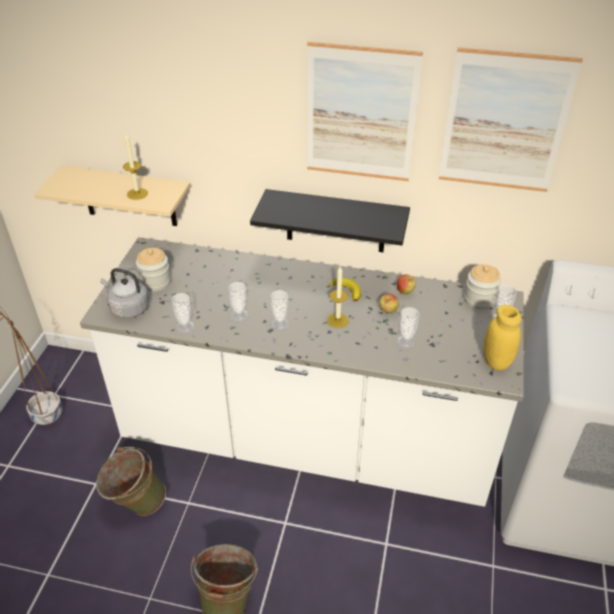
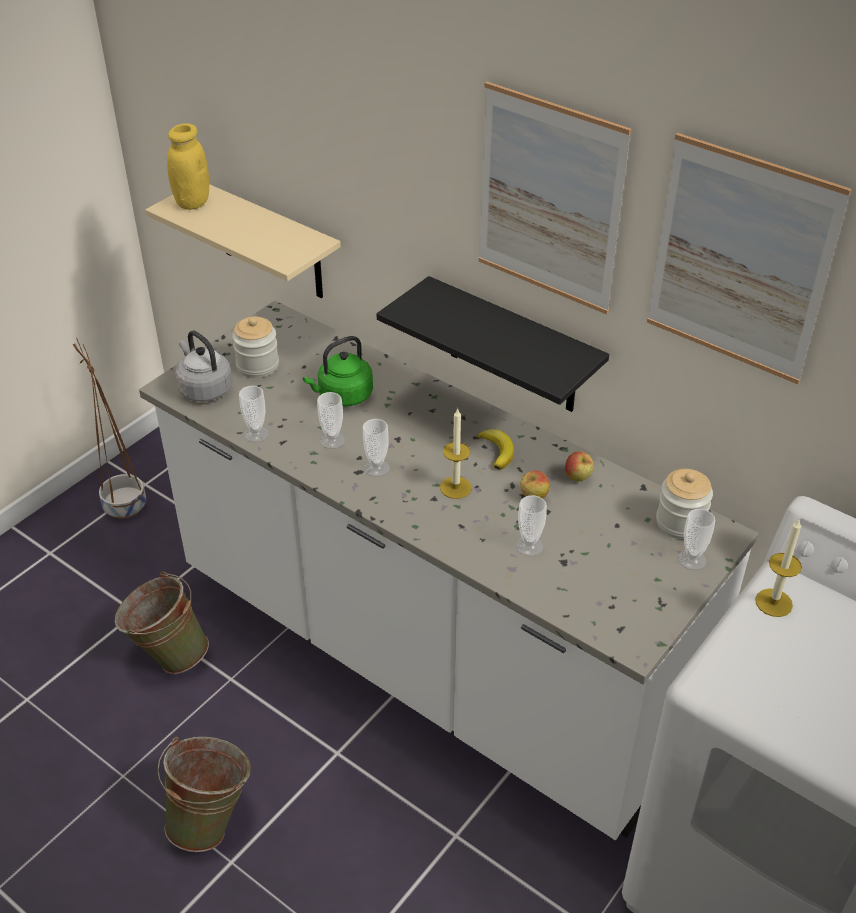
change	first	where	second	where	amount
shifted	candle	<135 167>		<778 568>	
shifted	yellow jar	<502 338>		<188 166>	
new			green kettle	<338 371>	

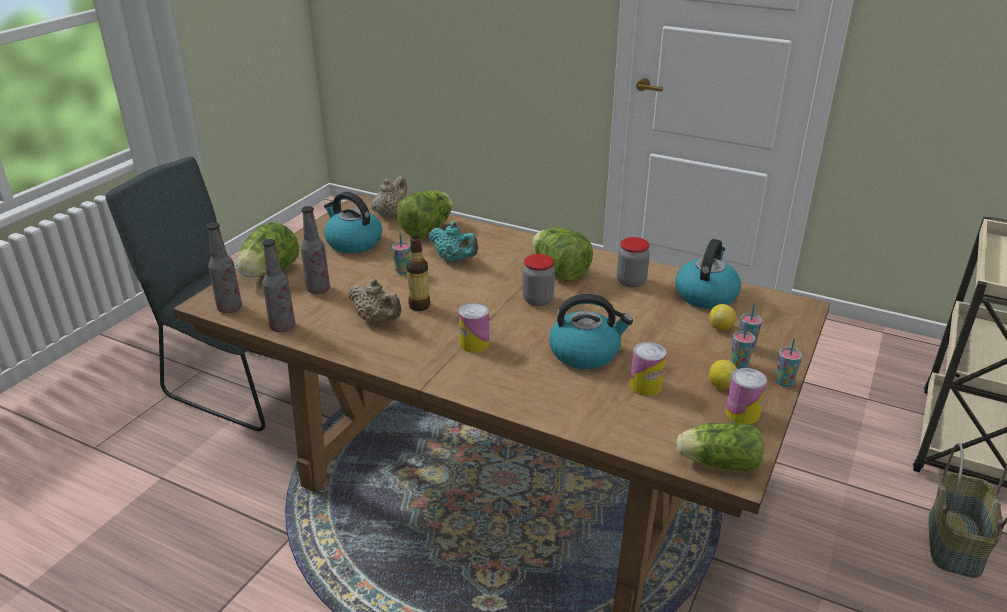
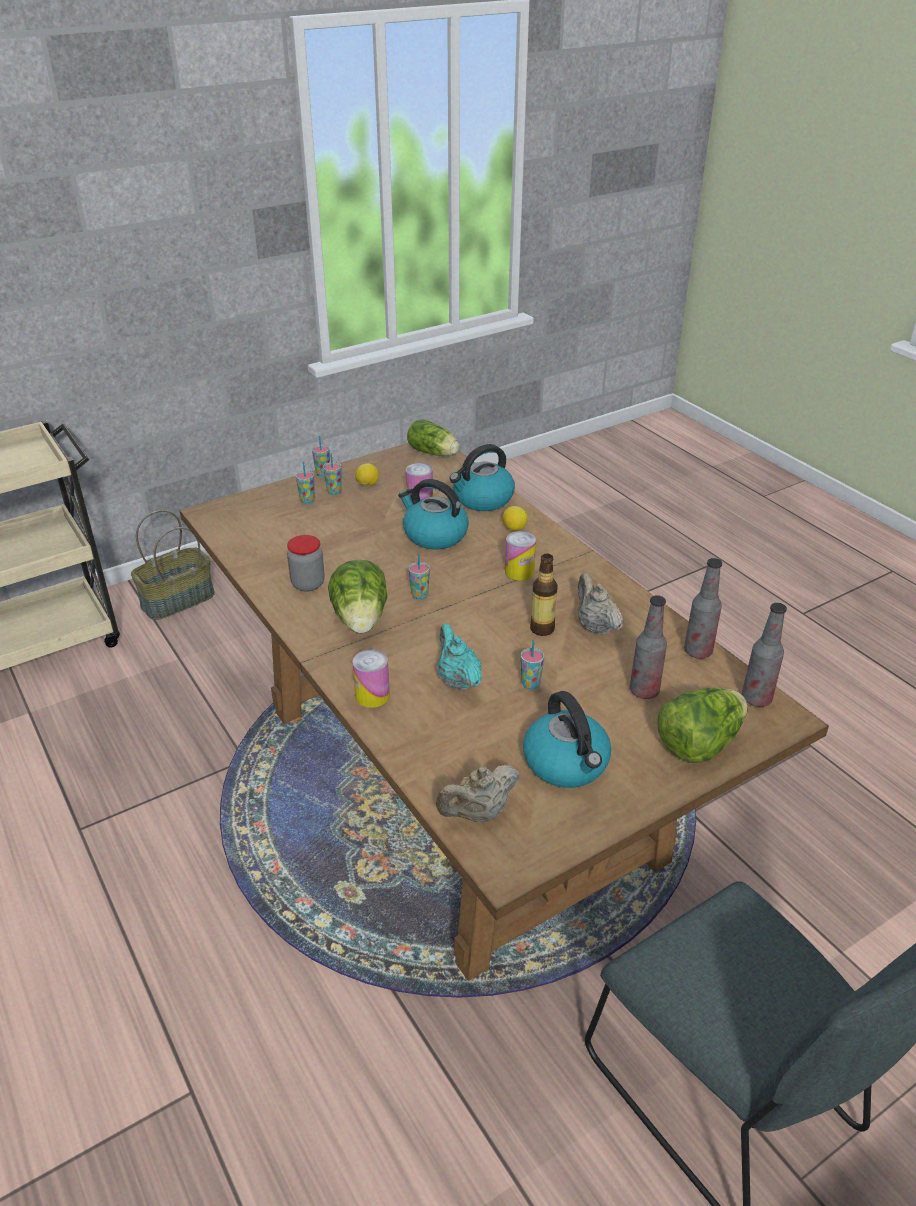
change	first	where	second	where	amount
gone	lettuce	<425 214>			
swapped	jar	<538 280>	cup	<419 576>	
shifted	kettle	<708 274>		<482 477>	
shifted	lemon	<722 317>		<515 518>	
shifted	can	<746 396>		<371 678>	

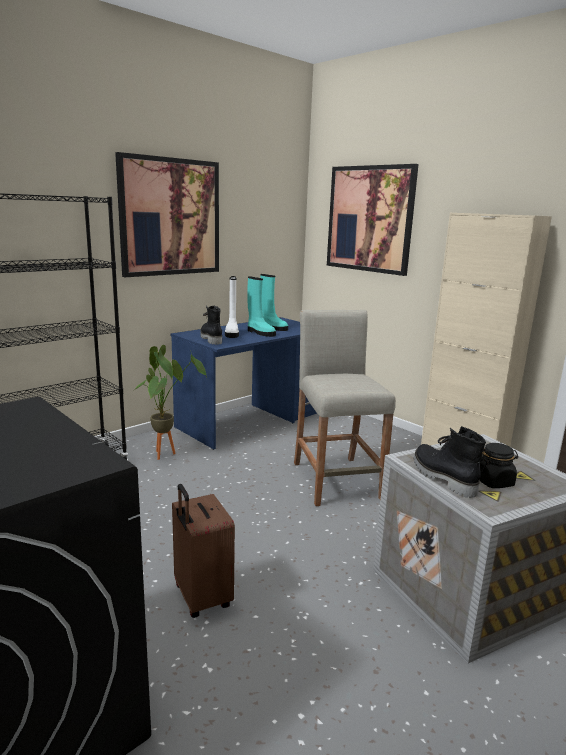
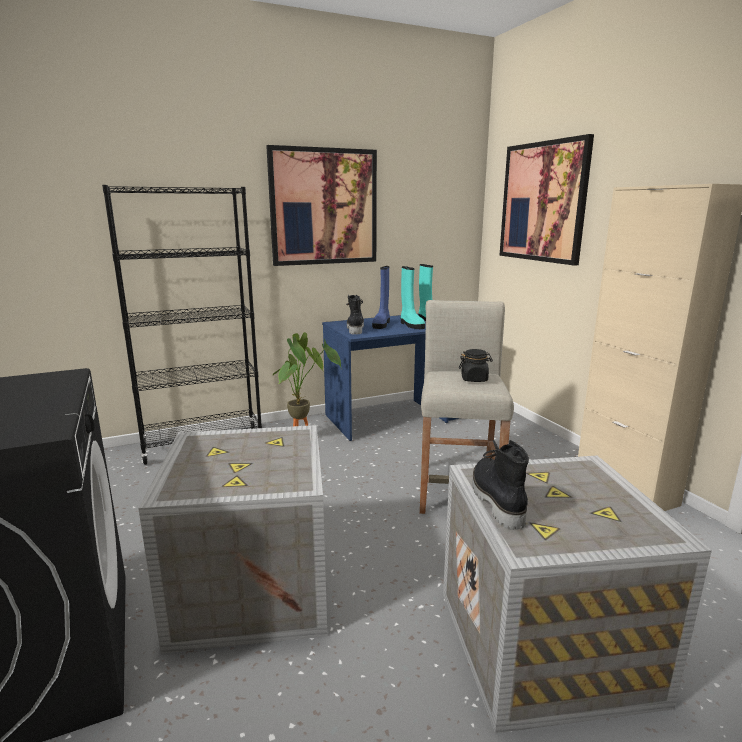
change	first	where	second	where	amount
swapped	brown suitcase	<203 551>	crate	<232 539>	
repainted	white boot	<232 307>	blue boot	<381 297>	
shifted	black jar	<498 465>		<476 365>	

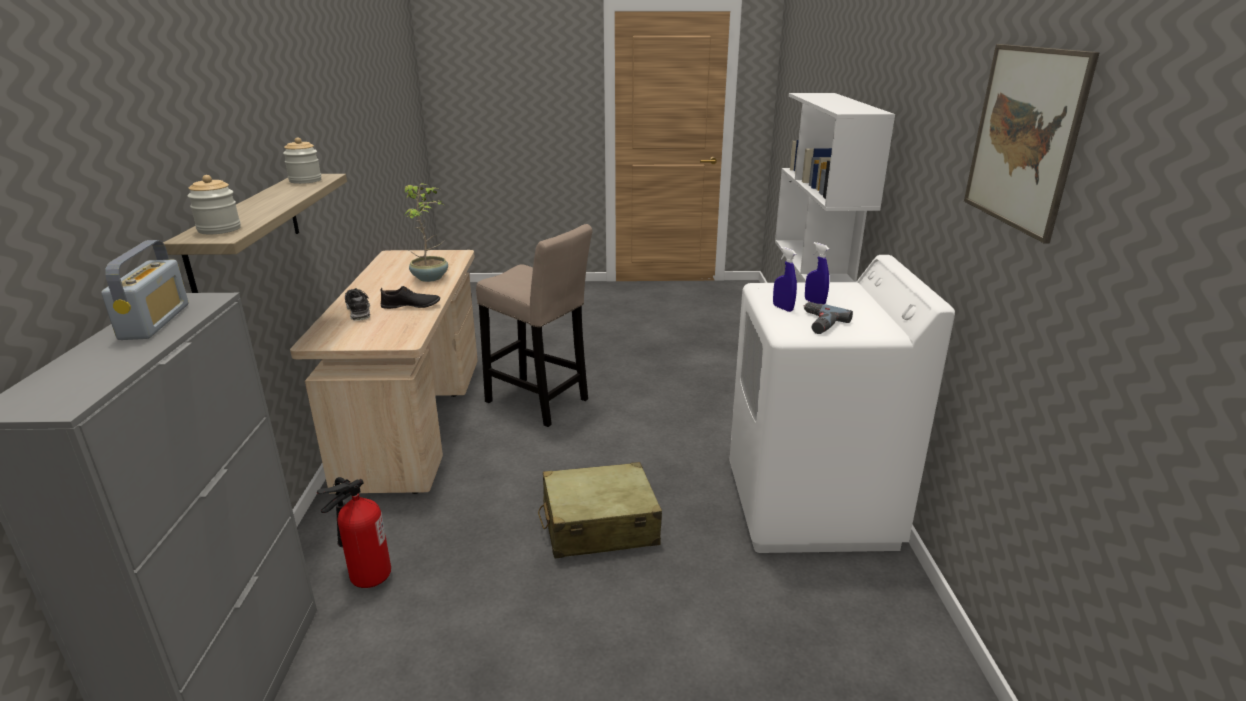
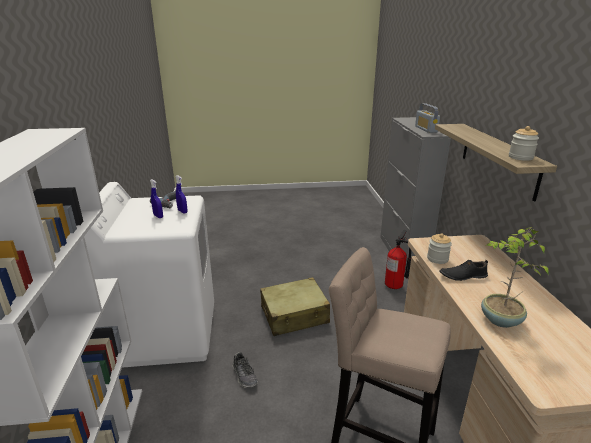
change	first	where	second	where	amount
shifted	jar	<214 204>		<439 248>	
shifted	shoe	<357 304>		<245 369>	
gone	picture	<1032 144>			

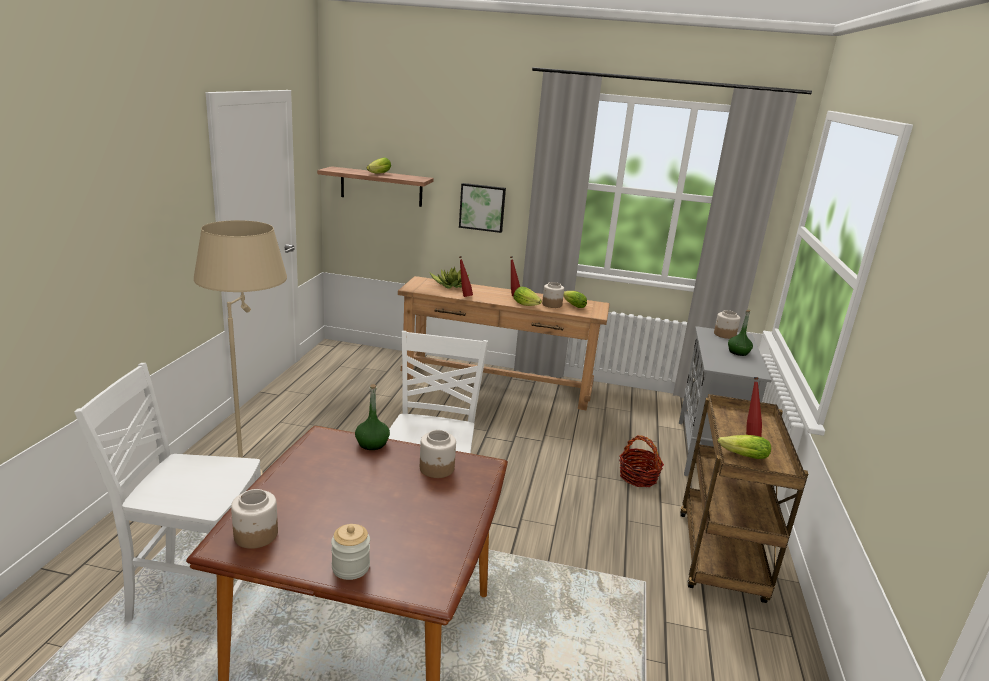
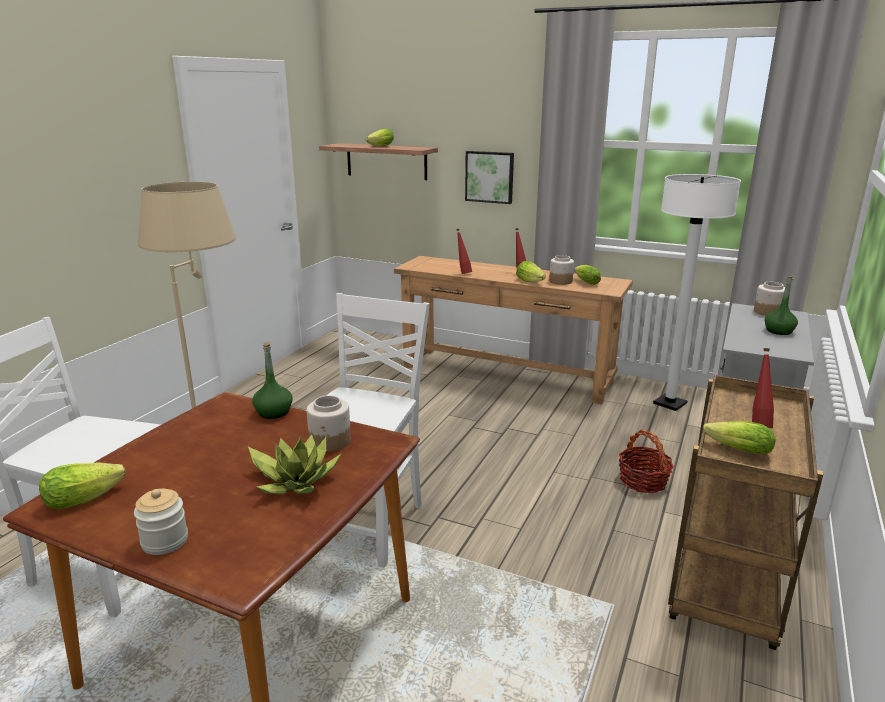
change	first	where	second	where	amount
swapped	jar	<254 519>	lettuce	<82 485>	
shifted	potted plant	<449 278>		<294 464>	
new			white floor lamp	<697 292>	

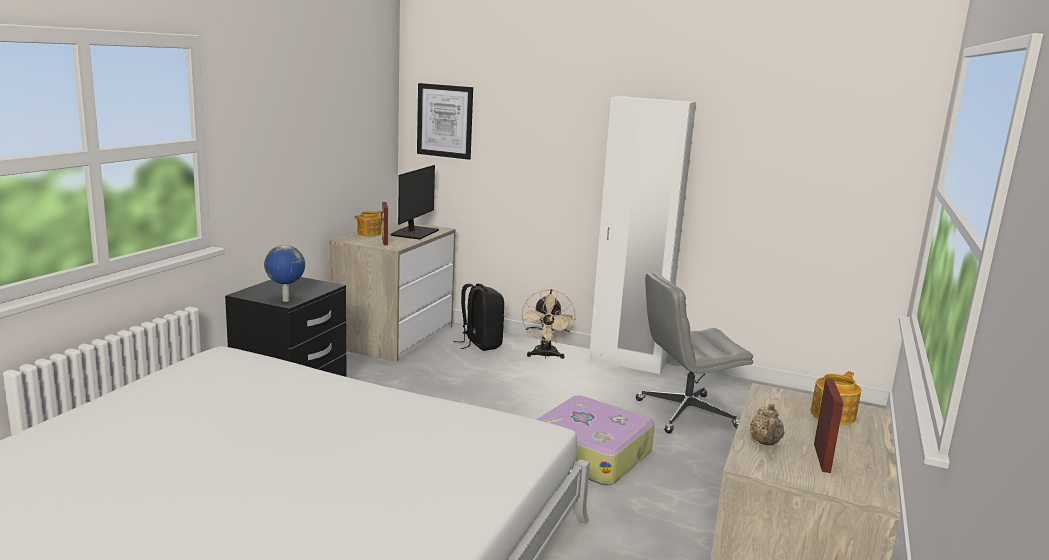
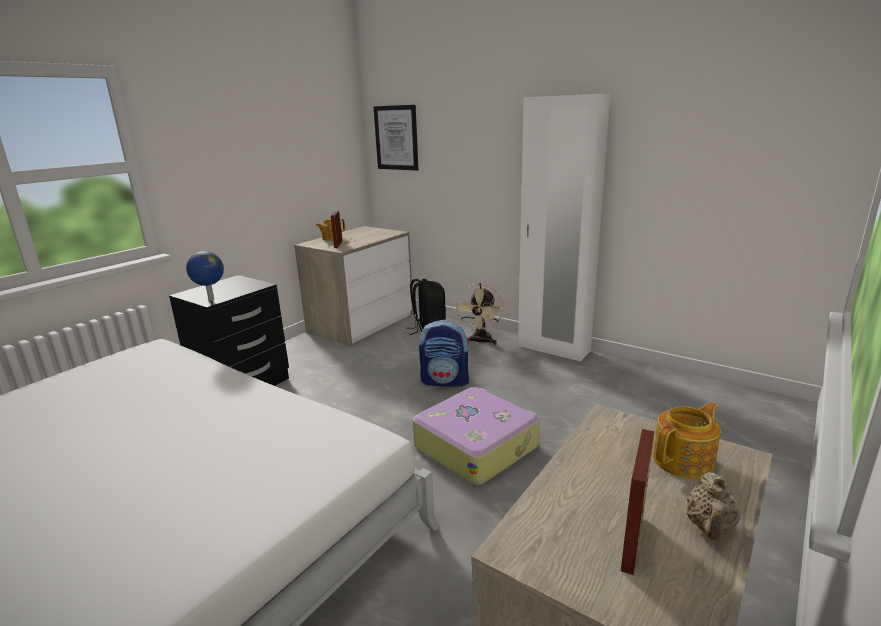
change	first	where	second	where	amount
gone	monitor	<415 202>			
gone	grey office chair	<694 353>			
shifted	beige teapot	<767 424>		<713 506>	
new			backpack	<444 353>	

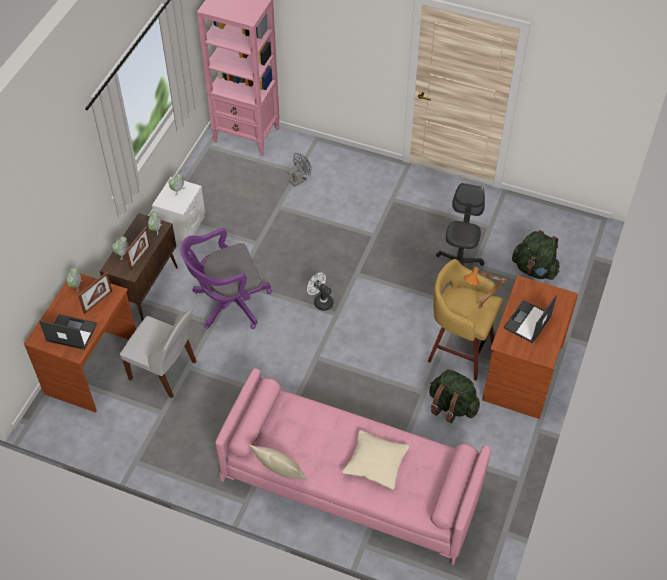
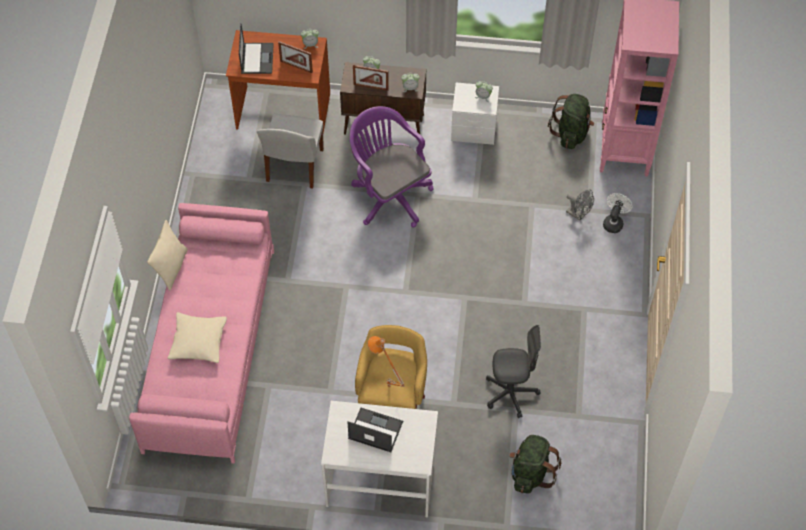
change	first	where	second	where	amount
shifted	white fan	<320 292>		<618 213>	
shifted	green backpack	<454 396>		<571 121>	
repainted	brown desk	<530 347>	white desk	<379 459>	

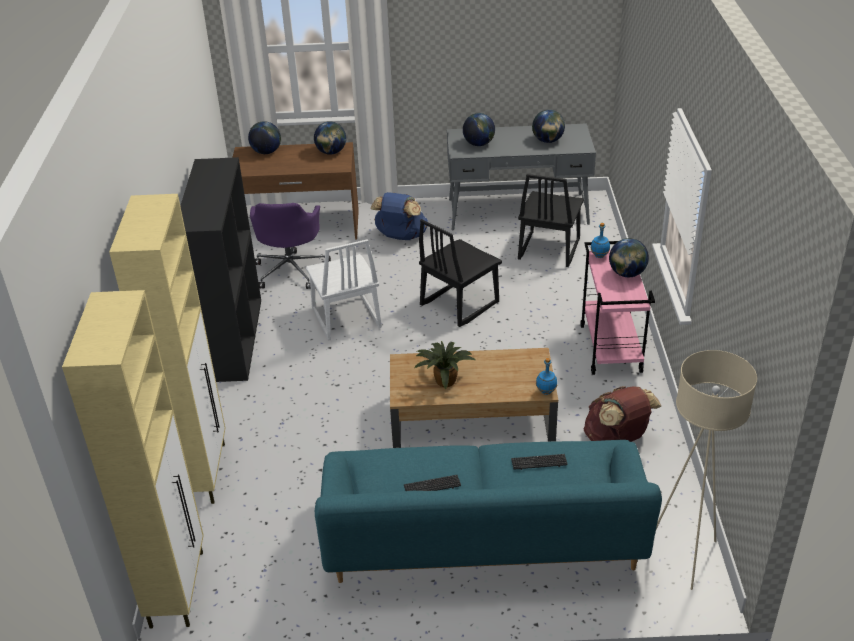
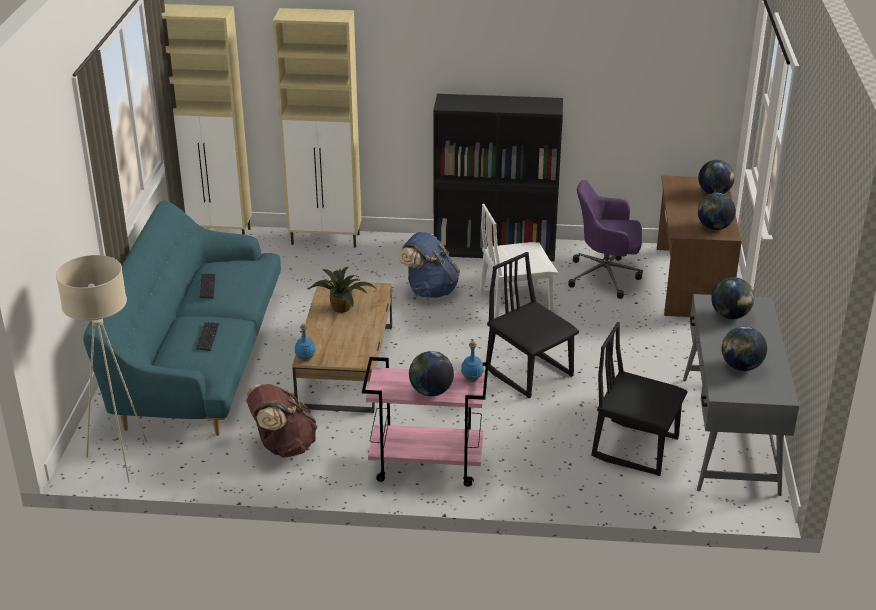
change	first	where	second	where	amount
shifted	blue backpack	<399 216>		<429 265>	

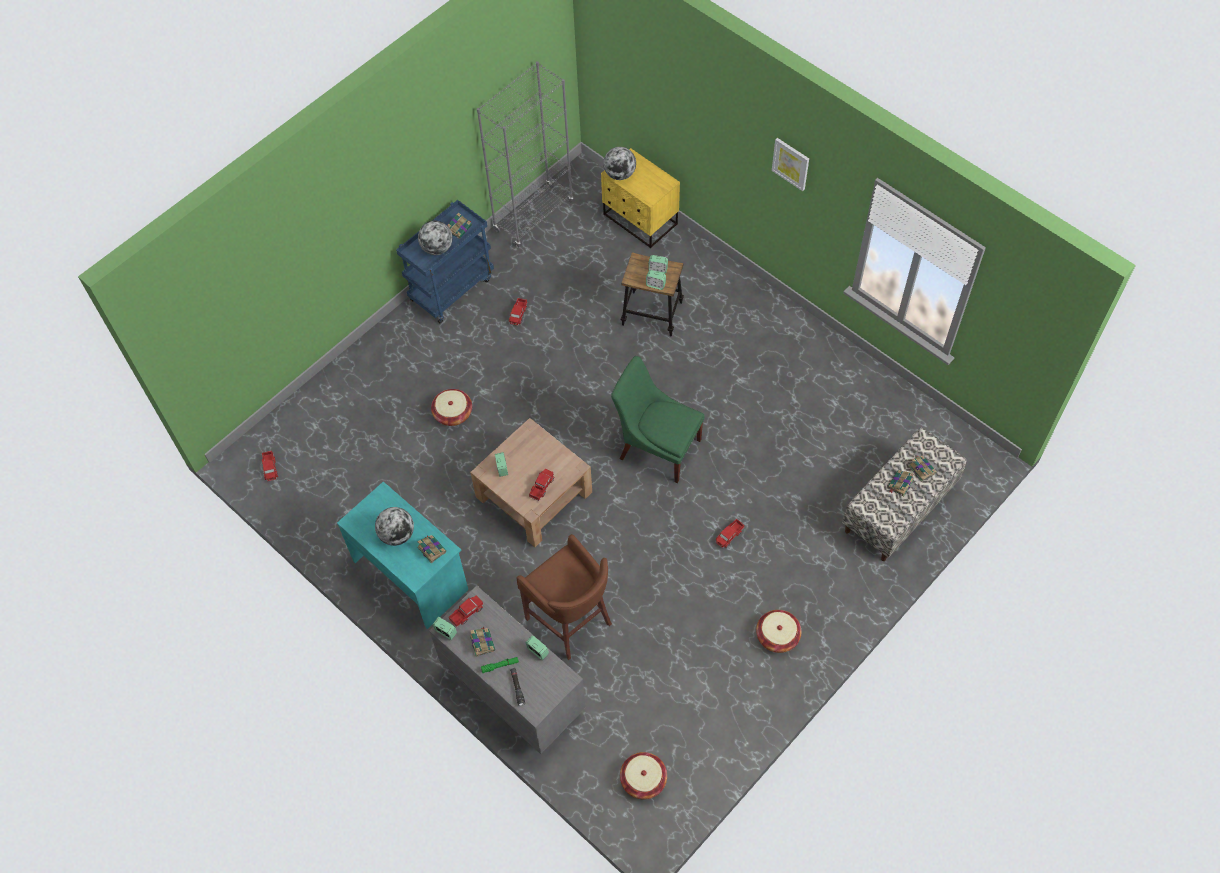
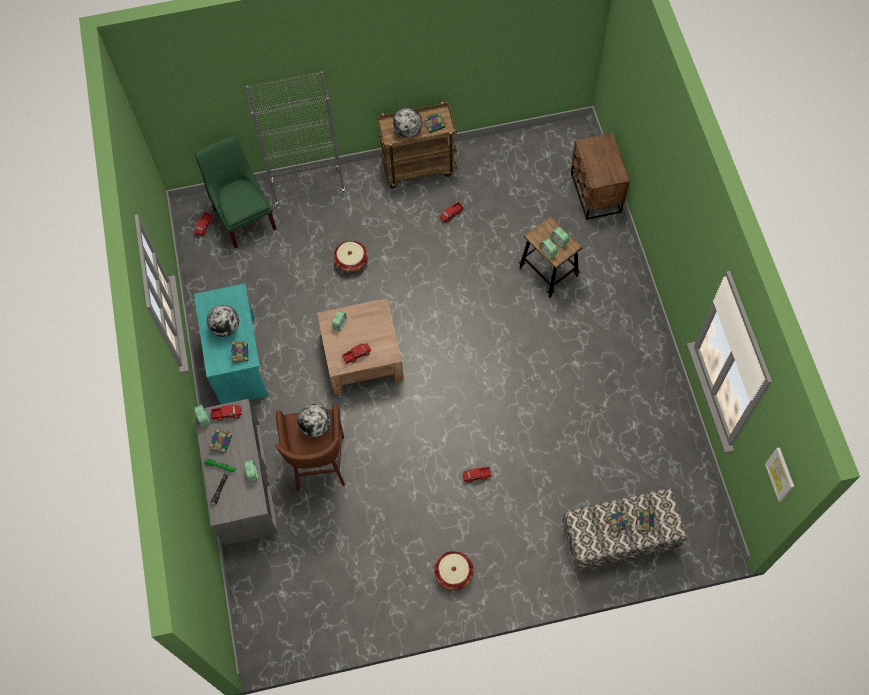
change	first	where	second	where	amount
repainted	blue cart	<445 261>	brown cart	<417 145>	
shifted	grey bookcase	<525 154>		<295 138>	
repainted	yellow nightstand	<640 198>	brown nightstand	<600 176>	
shifted	globe	<619 163>		<314 420>	
shifted	green chair	<657 419>		<235 192>	
gone	basket	<643 776>			
shifted	picture	<790 164>		<779 474>	

